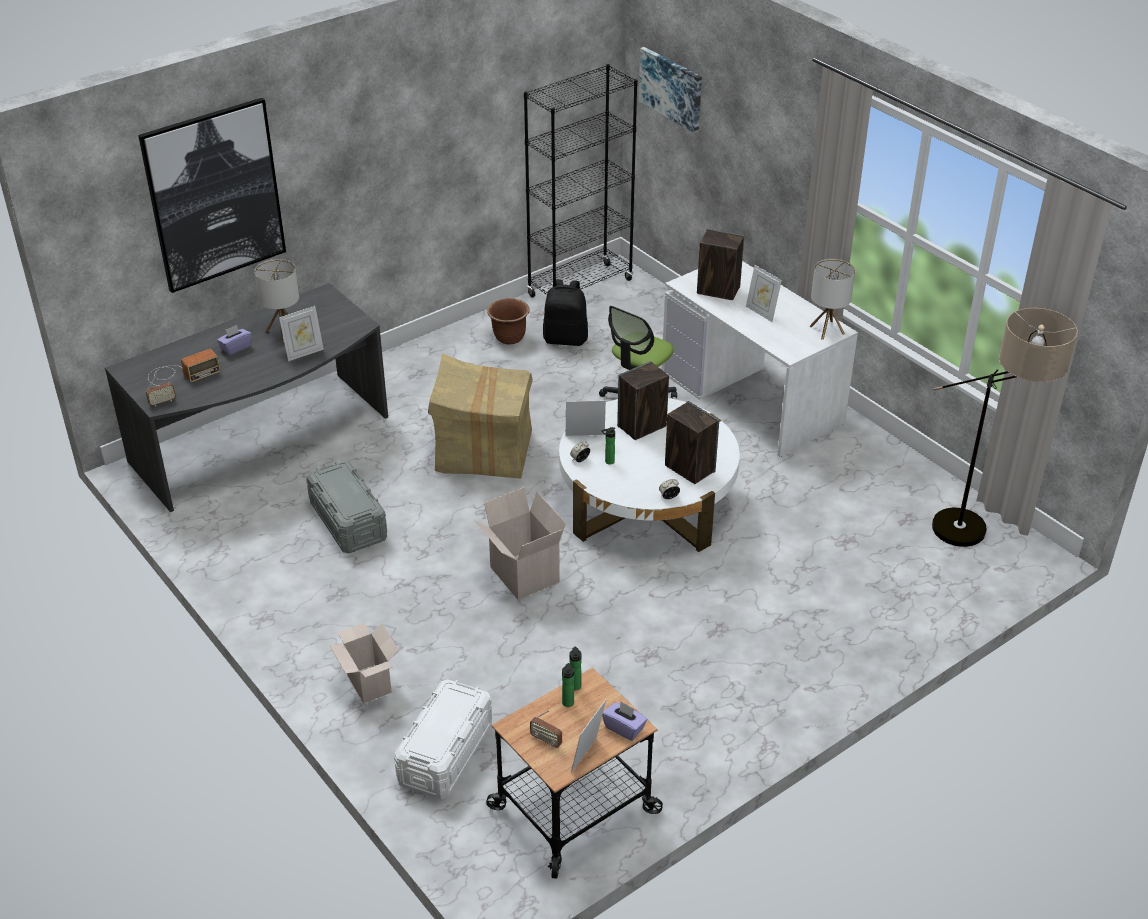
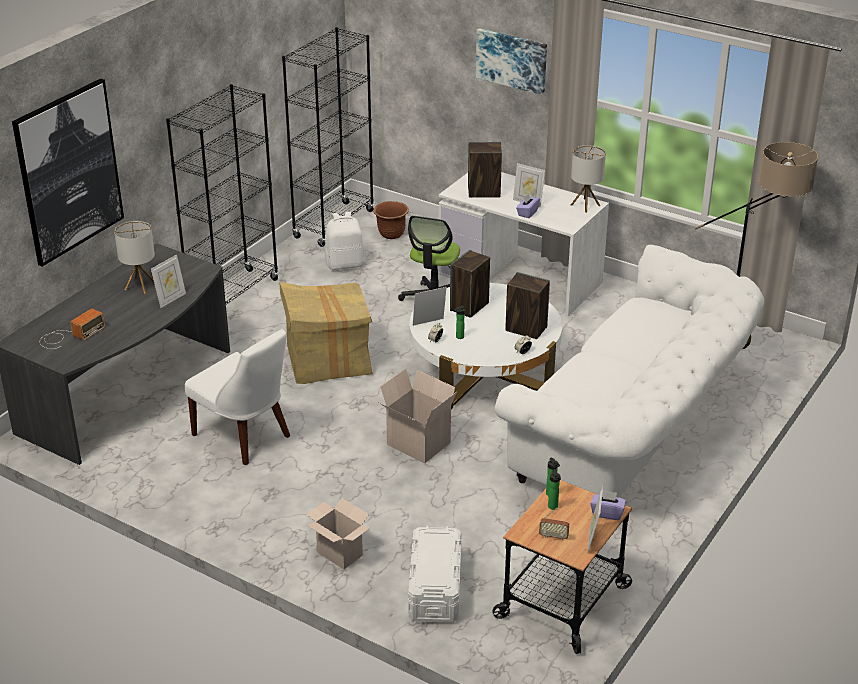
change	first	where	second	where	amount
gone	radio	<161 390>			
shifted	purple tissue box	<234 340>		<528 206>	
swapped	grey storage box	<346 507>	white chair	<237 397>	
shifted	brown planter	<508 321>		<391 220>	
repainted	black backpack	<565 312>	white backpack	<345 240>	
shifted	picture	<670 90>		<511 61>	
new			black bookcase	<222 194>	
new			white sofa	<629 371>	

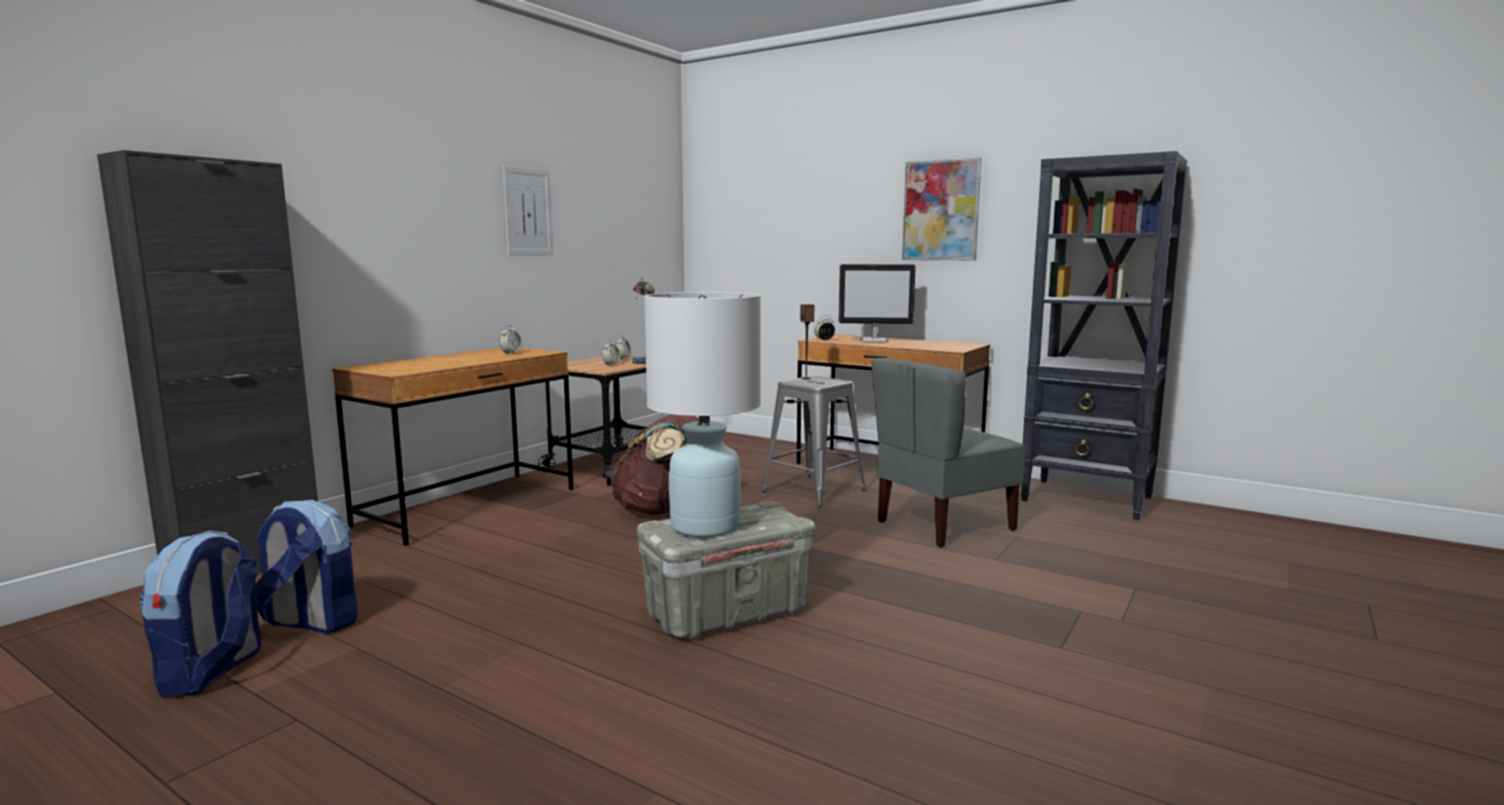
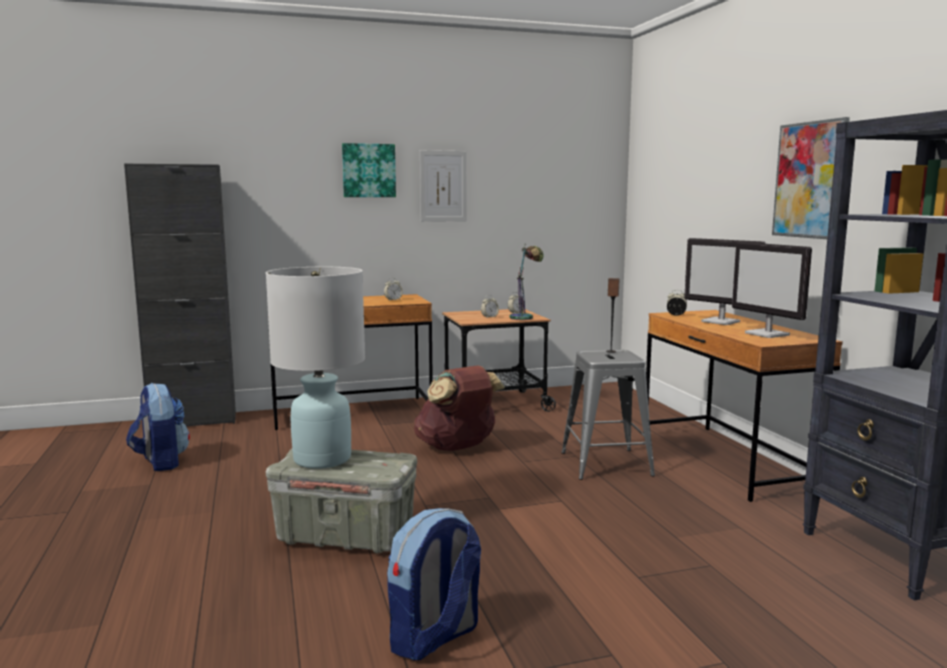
change	first	where	second	where	amount
shifted	backpack	<200 614>		<434 584>	
gone	grey chair	<948 453>			
new			picture	<369 170>	
new			monitor	<772 290>	

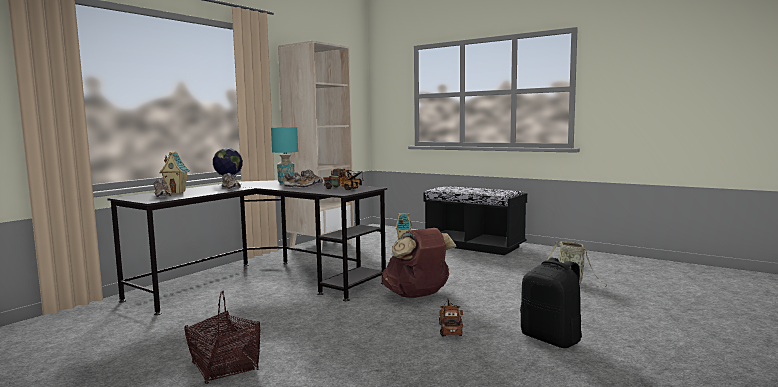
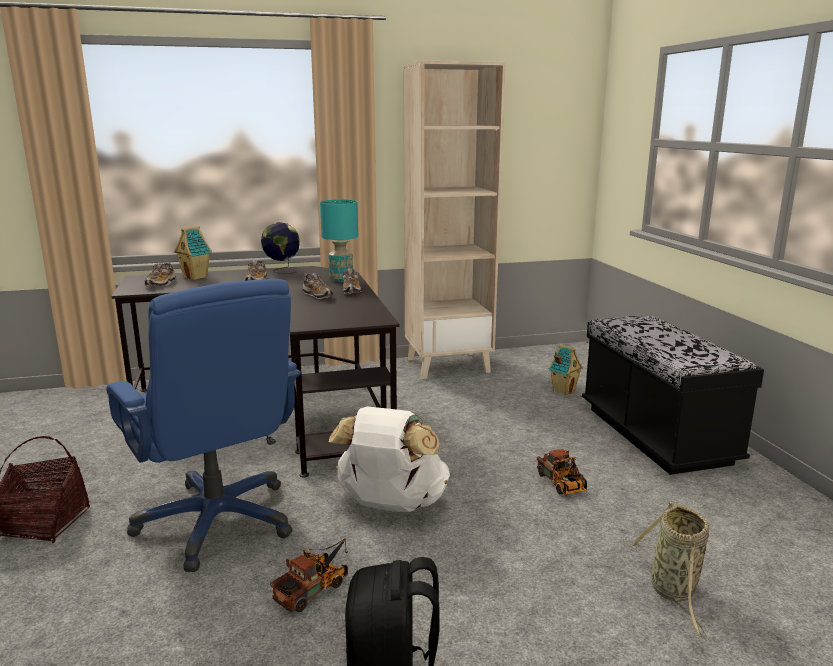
change	first	where	second	where	amount
shifted	toy truck	<343 179>		<562 472>	
repainted	brown backpack	<419 263>	white backpack	<389 459>	
new			blue office chair	<203 425>	

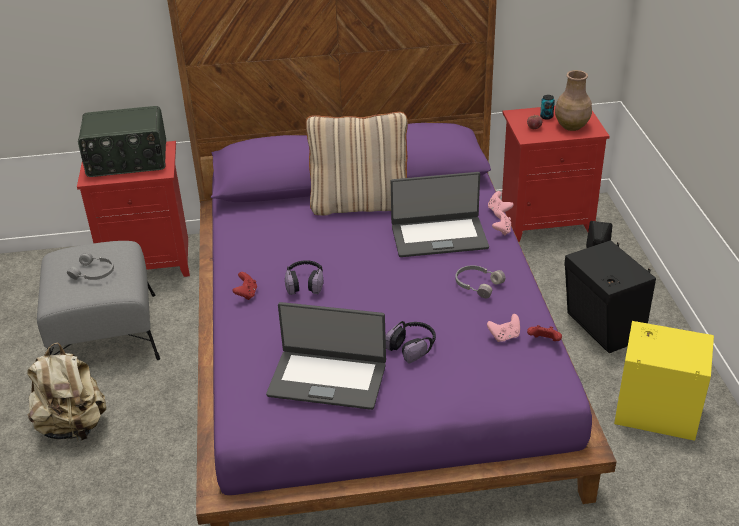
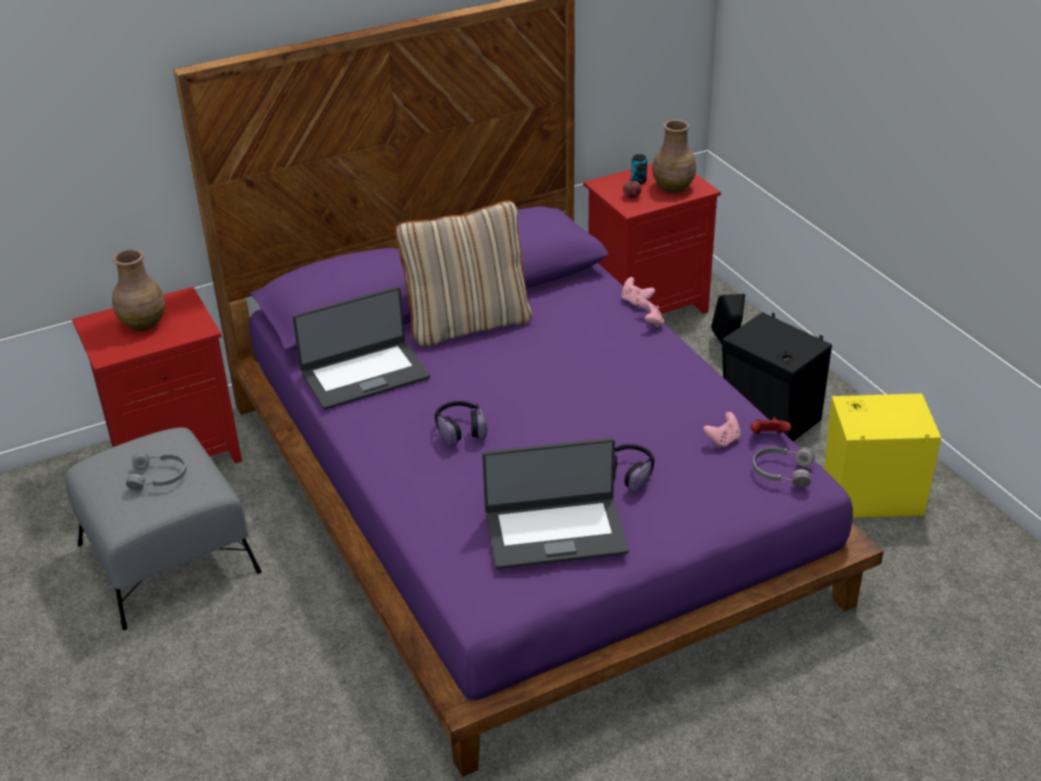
change	first	where	second	where	amount
gone	beige backpack	<66 391>			
swapped	radio	<122 141>	brown vase	<138 290>	
gone	red game controller	<244 286>			
shifted	laptop	<440 214>		<361 348>	
shifted	grey headphones	<480 281>		<784 467>	

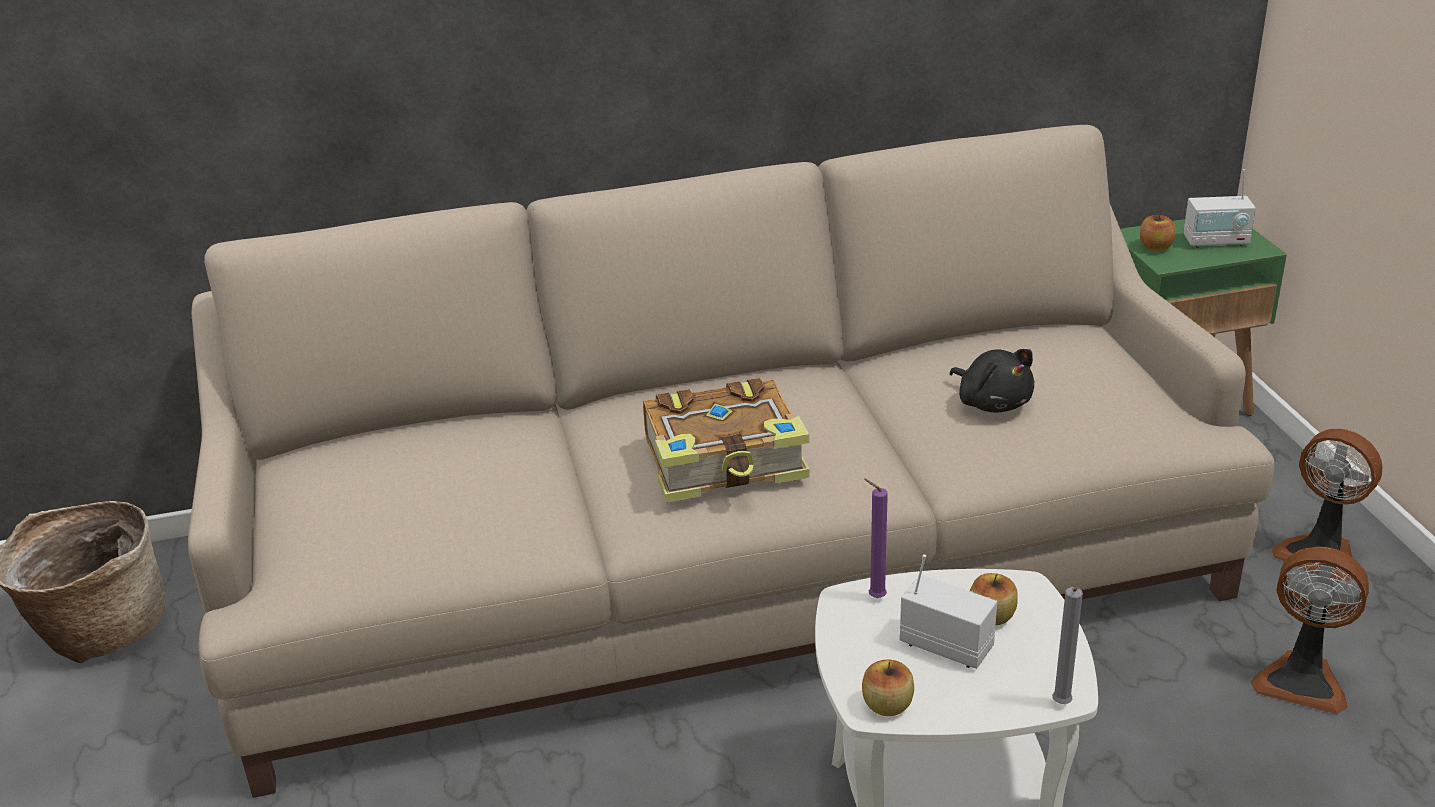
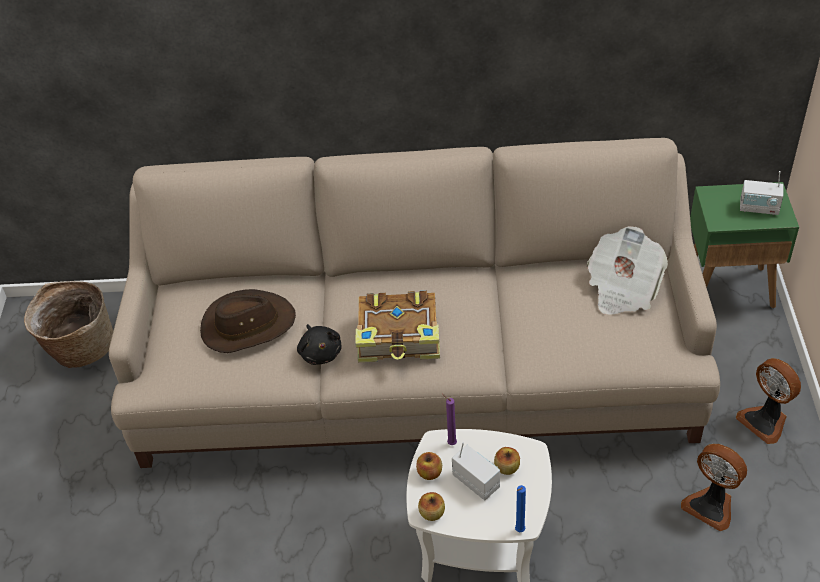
change	first	where	second	where	amount
shifted	black plush toy	<992 381>		<319 344>	
repainted	grey candle	<1067 645>	blue candle	<520 508>	
shifted	apple	<1158 233>		<429 466>	
new			brown hat	<248 321>	
new			newspaper	<627 270>	

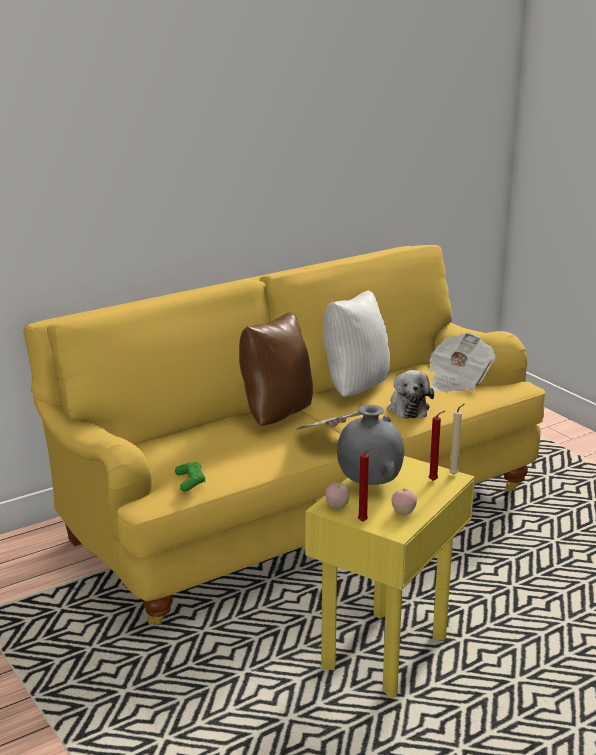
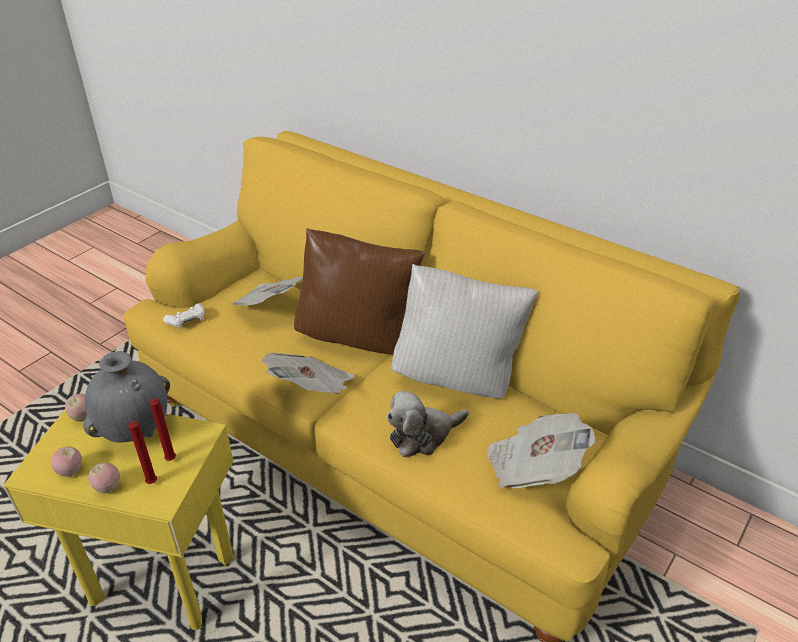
change	first	where	second	where	amount
repainted	green game controller	<190 477>	white game controller	<184 316>	
shifted	red candle	<366 484>		<162 429>	
gone	beige candle	<456 439>			
new			apple	<104 478>	
new			newspaper	<267 291>	

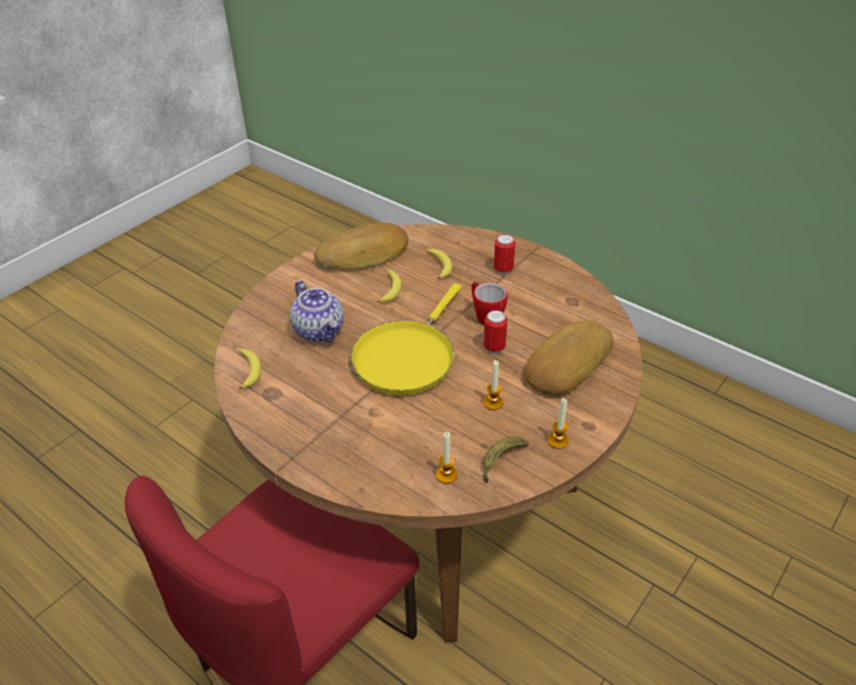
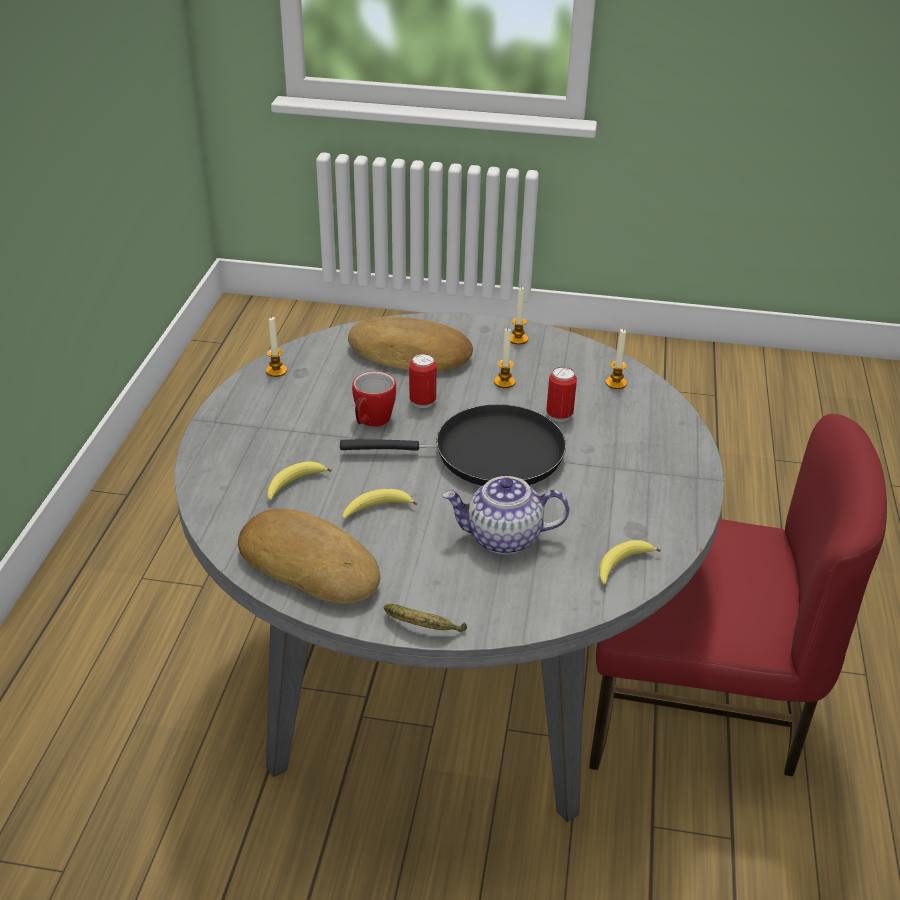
change	first	where	second	where	amount
repainted	brown dining table	<428 433>	grey dining table	<449 567>	
rotated	teapot	<317 311>		<506 515>	120 degrees counterclockwise
repainted	yellow frying pan	<406 339>	black frying pan	<453 445>	
shifted	banana	<506 460>		<425 618>	
shifted	can	<505 254>		<561 394>	
new			candle	<276 346>	

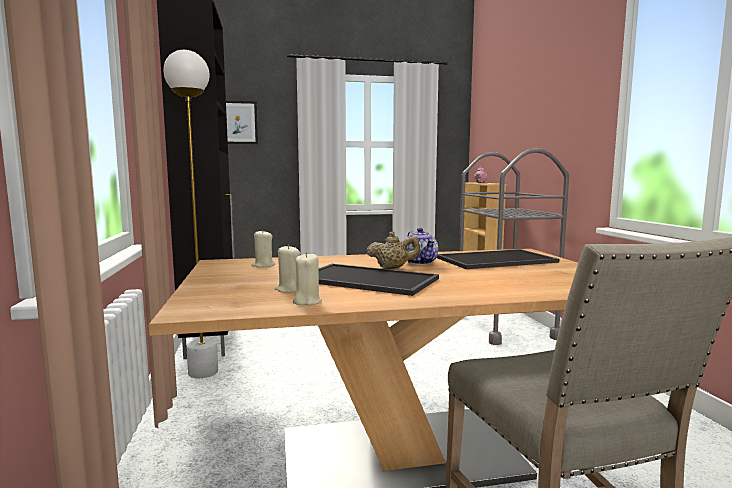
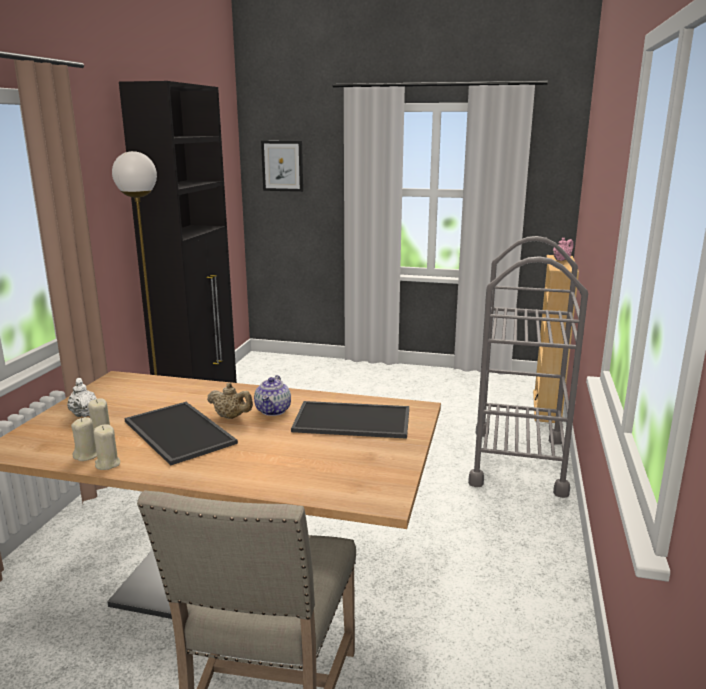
change	first	where	second	where	amount
shifted	beige candle	<263 249>		<106 447>	
new			white teapot	<82 397>	

